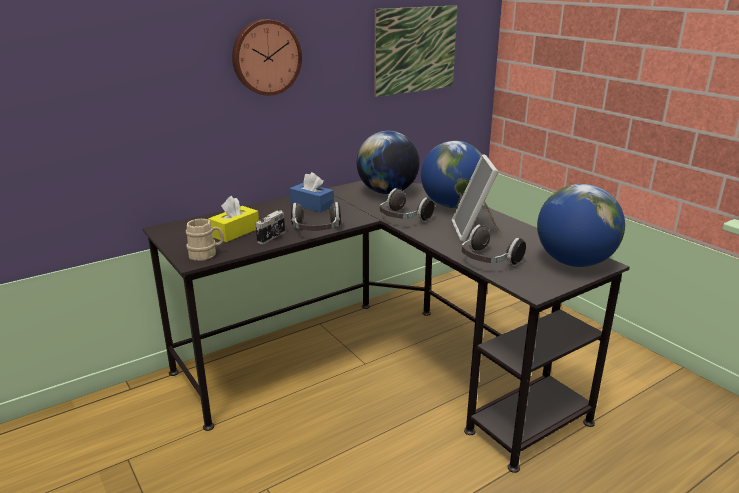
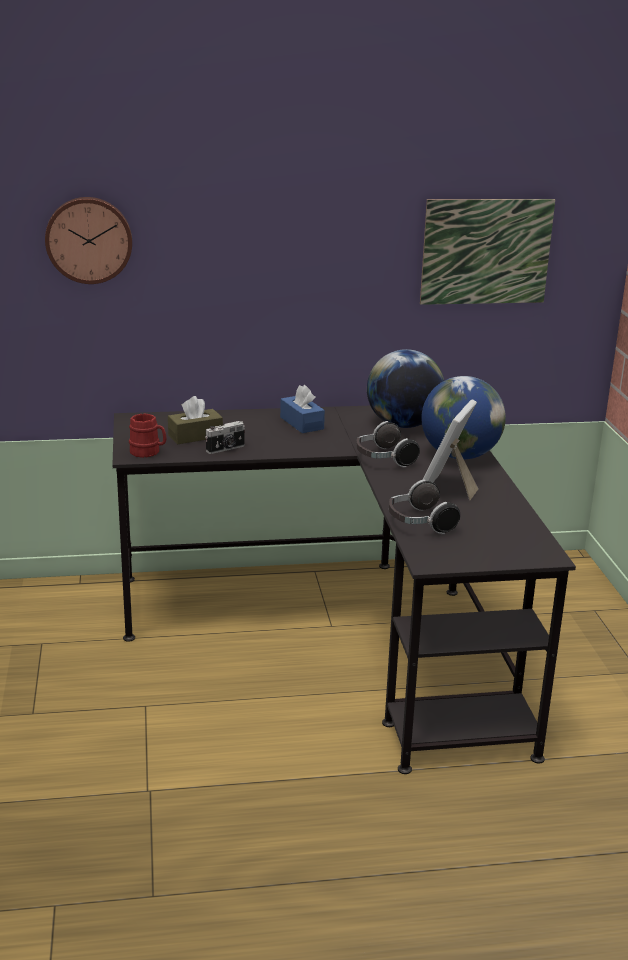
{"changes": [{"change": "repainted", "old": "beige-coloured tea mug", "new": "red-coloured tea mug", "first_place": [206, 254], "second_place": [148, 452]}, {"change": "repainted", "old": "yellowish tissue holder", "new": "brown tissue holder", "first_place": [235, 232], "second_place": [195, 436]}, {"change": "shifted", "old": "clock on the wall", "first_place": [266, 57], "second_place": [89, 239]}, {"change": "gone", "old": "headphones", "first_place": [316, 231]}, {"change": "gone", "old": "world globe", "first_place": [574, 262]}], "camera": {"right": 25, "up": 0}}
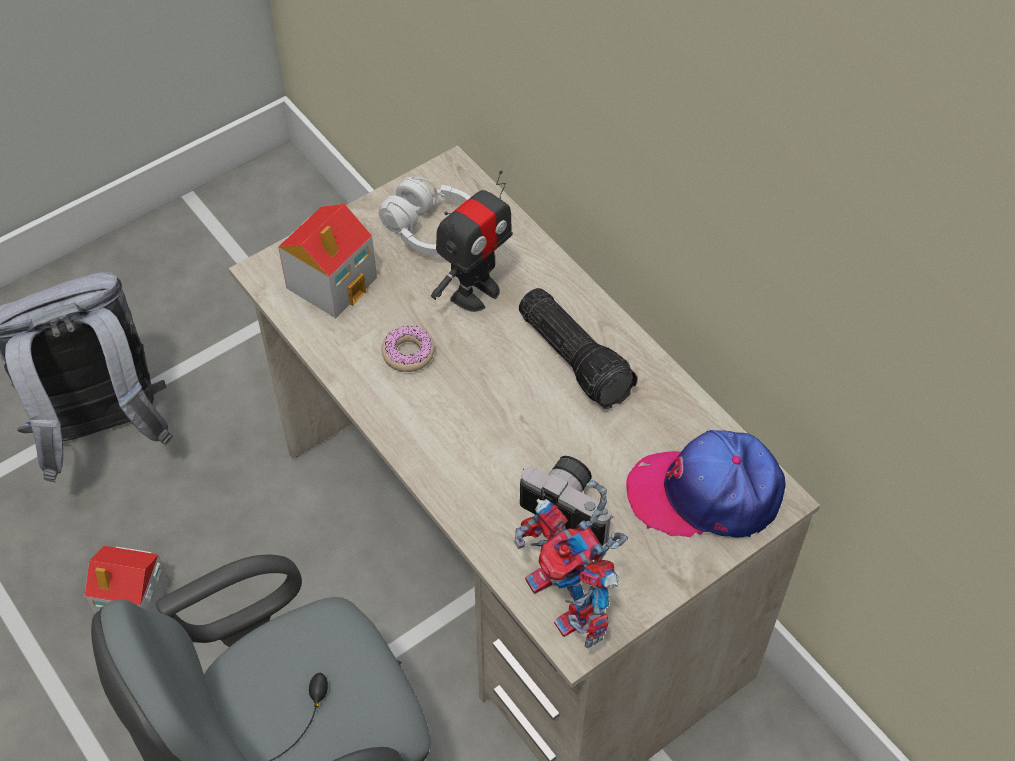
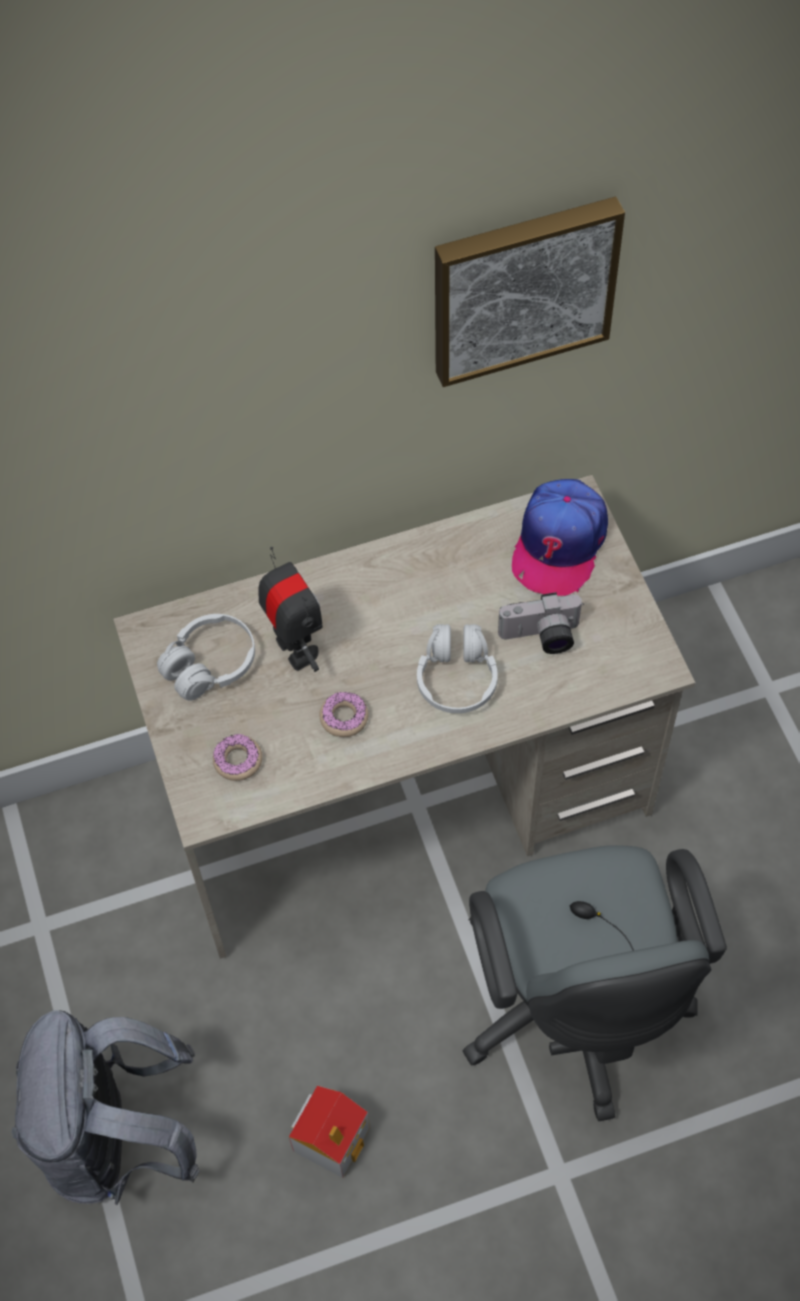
{"changes": [{"change": "swapped", "old": "miniature house", "new": "doughnut", "first_place": [332, 281], "second_place": [238, 760]}, {"change": "gone", "old": "toy robot", "first_place": [573, 601]}, {"change": "gone", "old": "flashlight", "first_place": [576, 358]}, {"change": "rotated", "old": "photo camera", "first_place": [571, 507], "second_place": [541, 638], "degrees": -150}, {"change": "new", "new": "white headphones", "second_place": [457, 678]}, {"change": "new", "new": "wall picture", "second_place": [522, 287]}], "camera": {"right": -70, "up": 5}}
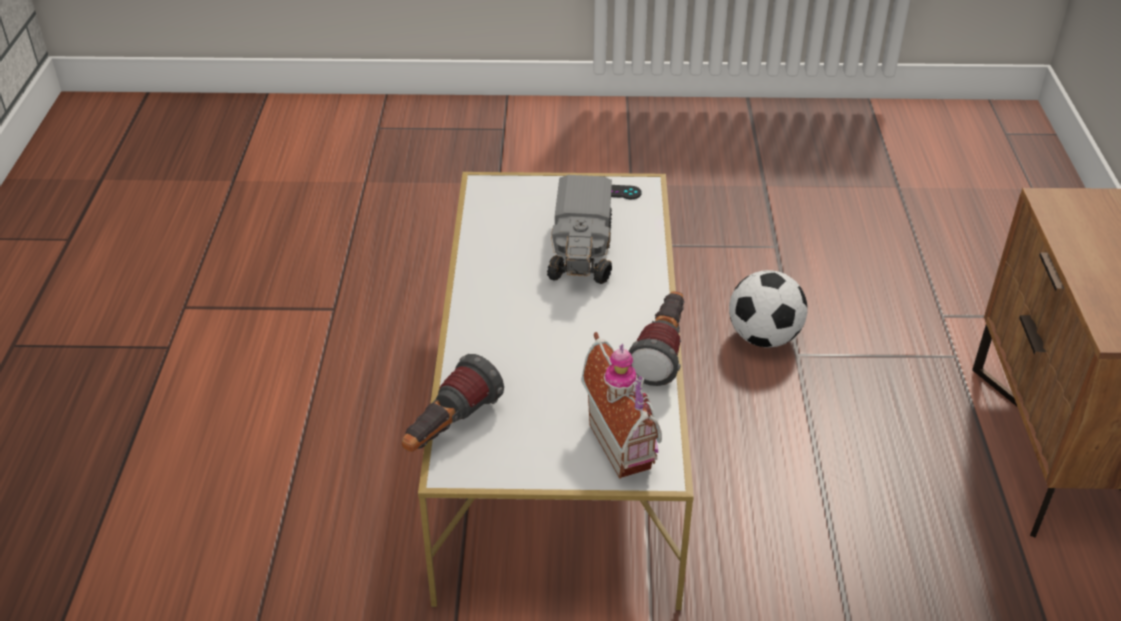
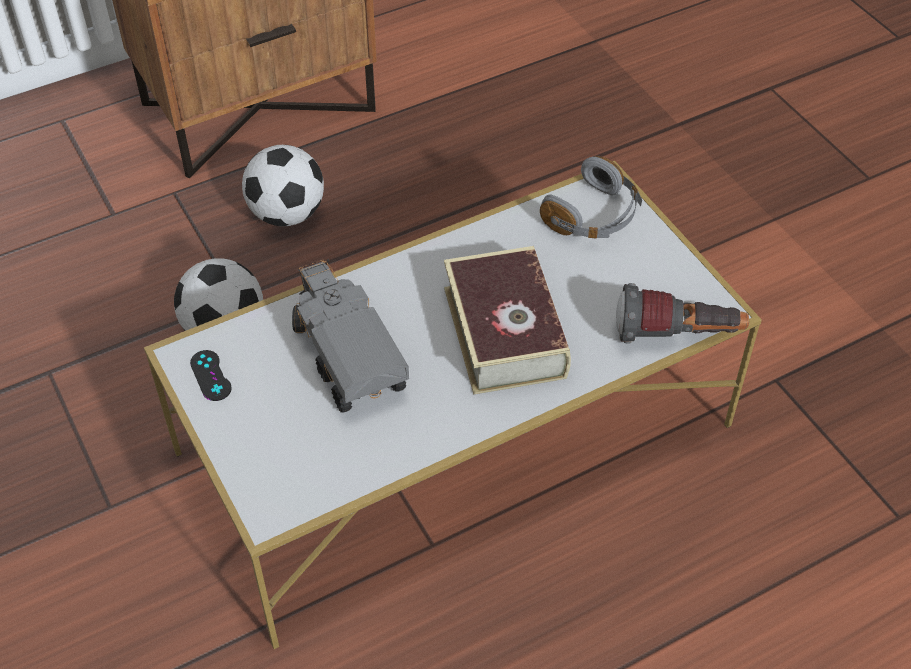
{"changes": [{"change": "rotated", "old": "toy truck", "first_place": [581, 251], "second_place": [347, 357], "degrees": -90}, {"change": "swapped", "old": "miniature house", "new": "greyish headphones", "first_place": [626, 443], "second_place": [593, 216]}, {"change": "gone", "old": "flashlight", "first_place": [662, 351]}, {"change": "new", "new": "football ball", "second_place": [287, 214]}, {"change": "new", "new": "bound book", "second_place": [504, 332]}], "camera": {"right": -120, "up": 10}}
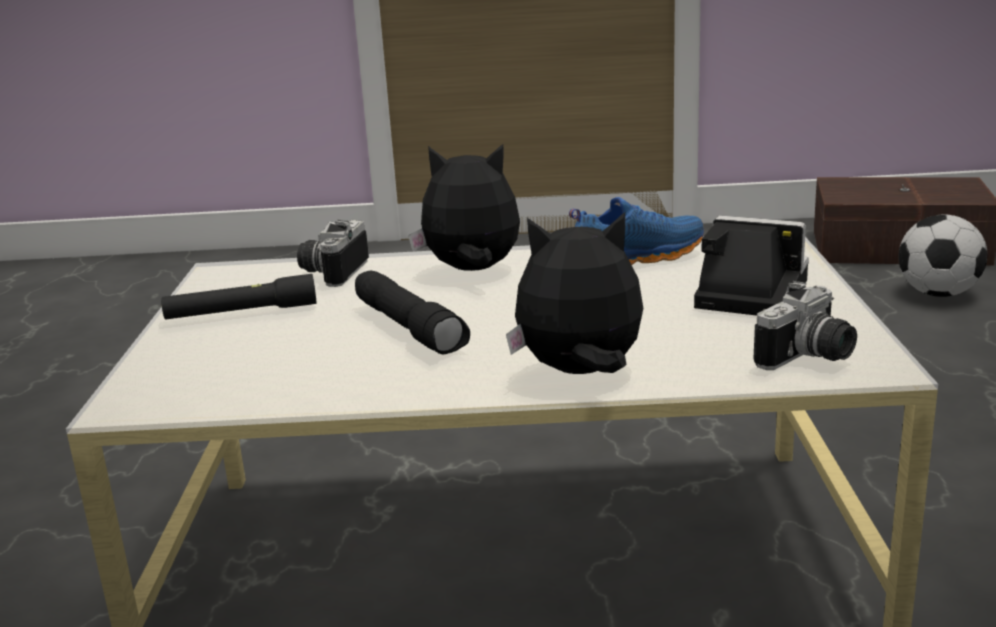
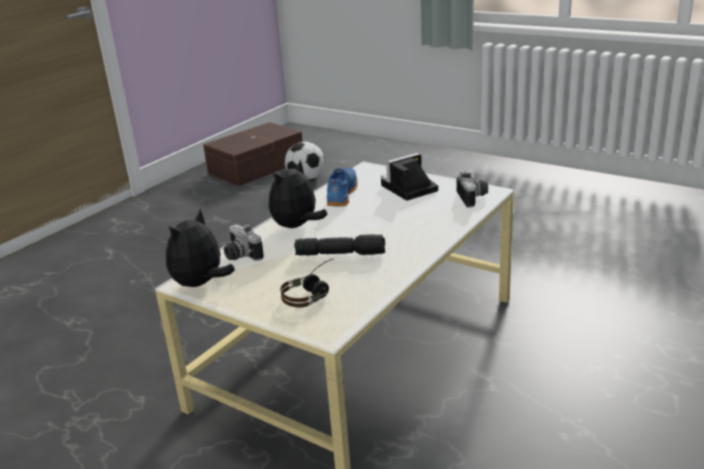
{"changes": [{"change": "gone", "old": "black flashlight", "first_place": [241, 312]}, {"change": "shifted", "old": "plush toy", "first_place": [581, 373], "second_place": [200, 284]}, {"change": "new", "new": "headphones", "second_place": [313, 293]}], "camera": {"right": -55, "up": 5}}
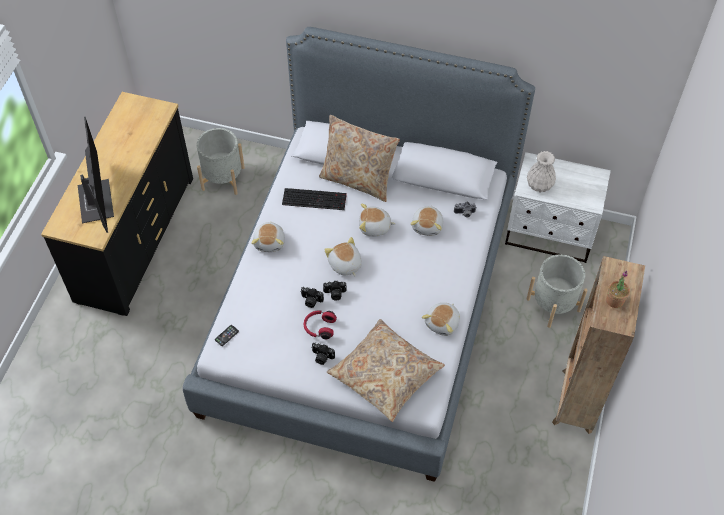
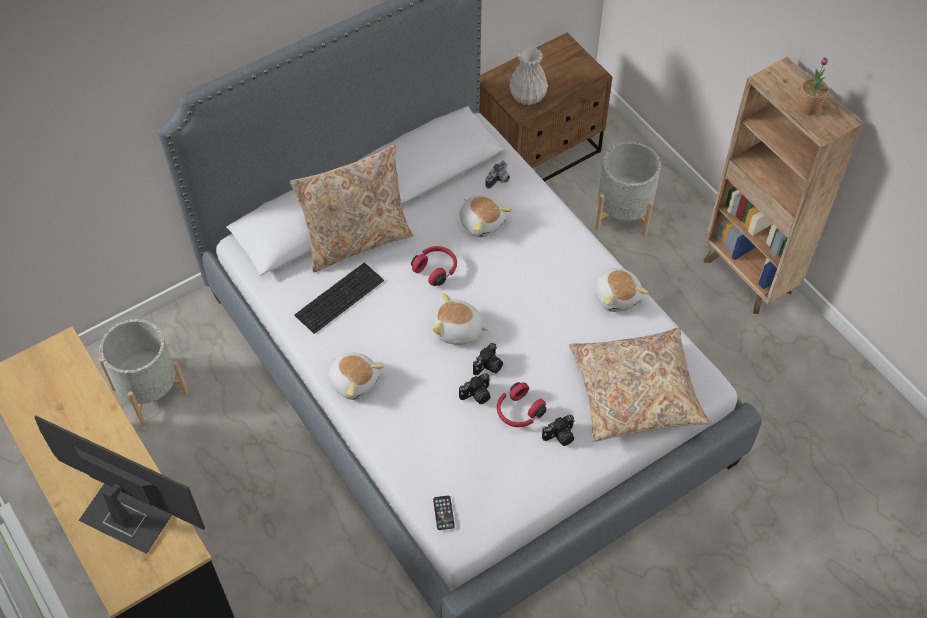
{"changes": [{"change": "swapped", "old": "plush toy", "new": "red-coloured headphones", "first_place": [375, 227], "second_place": [436, 269]}, {"change": "repainted", "old": "white bedside table", "new": "brown bedside table", "first_place": [550, 234], "second_place": [539, 154]}], "camera": {"right": -50, "up": 0}}
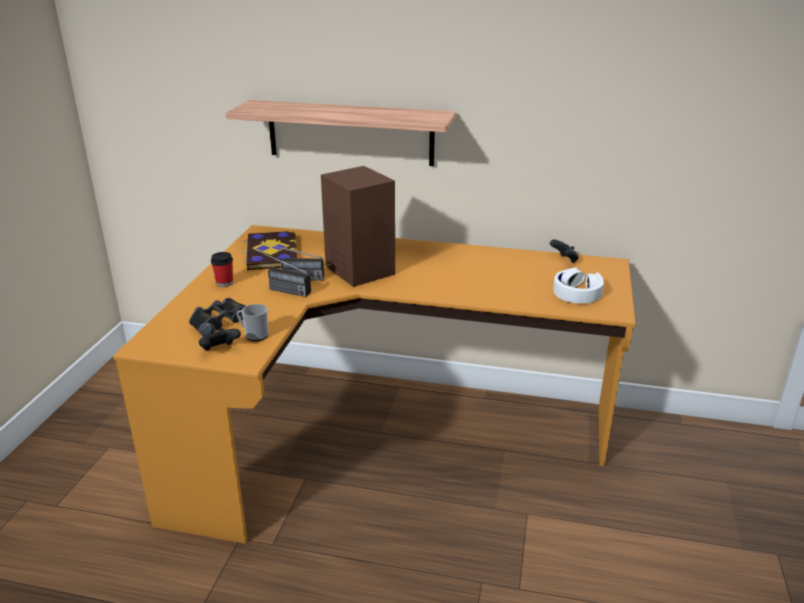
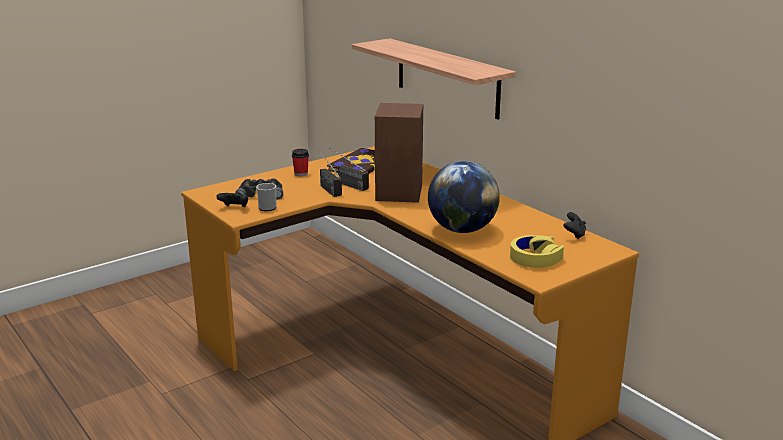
{"changes": [{"change": "repainted", "old": "white headphones", "new": "yellowish headphones", "first_place": [577, 292], "second_place": [535, 258]}, {"change": "new", "new": "world globe", "second_place": [462, 230]}], "camera": {"right": 40, "up": -5}}
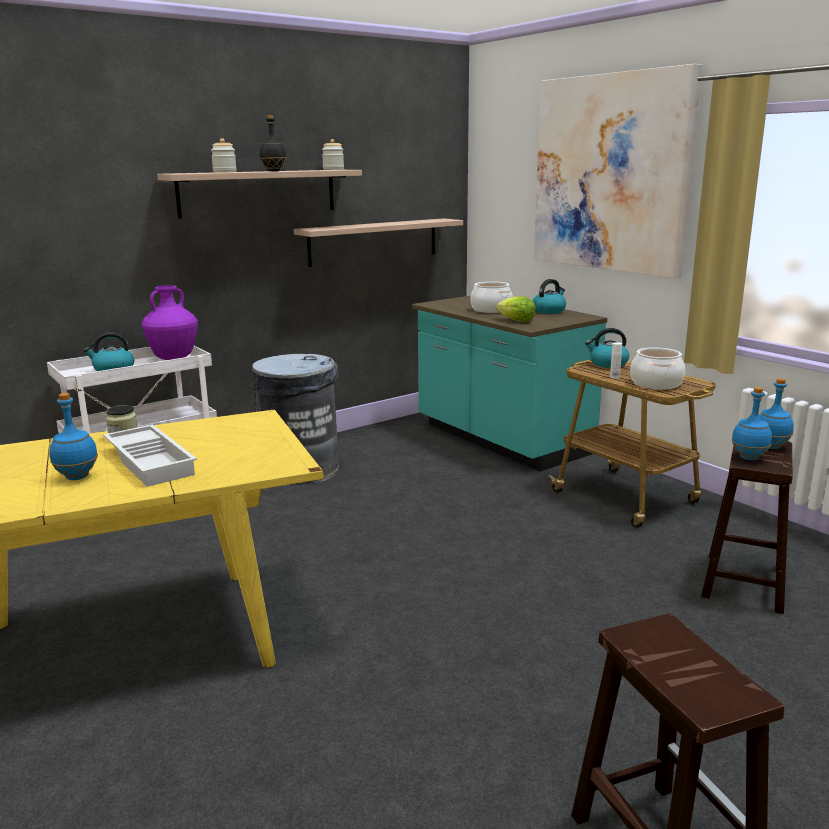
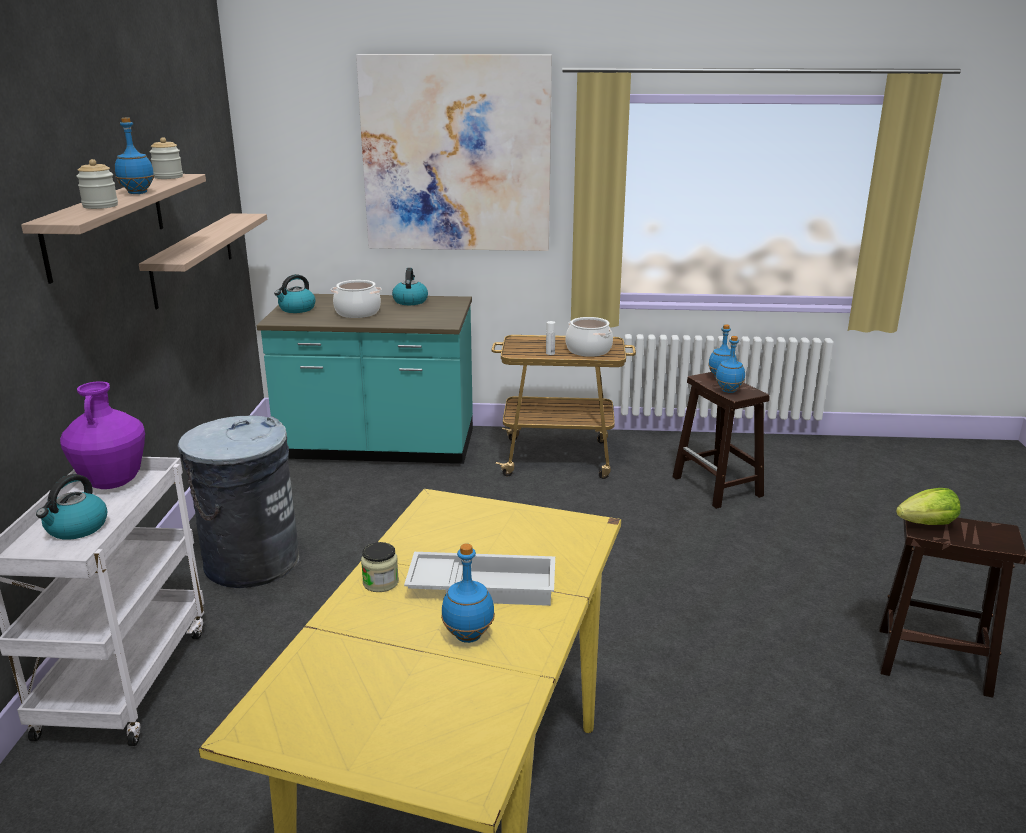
{"changes": [{"change": "repainted", "old": "black beverage bottle", "new": "bluish beverage bottle", "first_place": [274, 171], "second_place": [138, 193]}, {"change": "shifted", "old": "head of lettuce", "first_place": [516, 321], "second_place": [927, 524]}, {"change": "shifted", "old": "kettle", "first_place": [607, 364], "second_place": [296, 309]}], "camera": {"right": -50, "up": 5}}
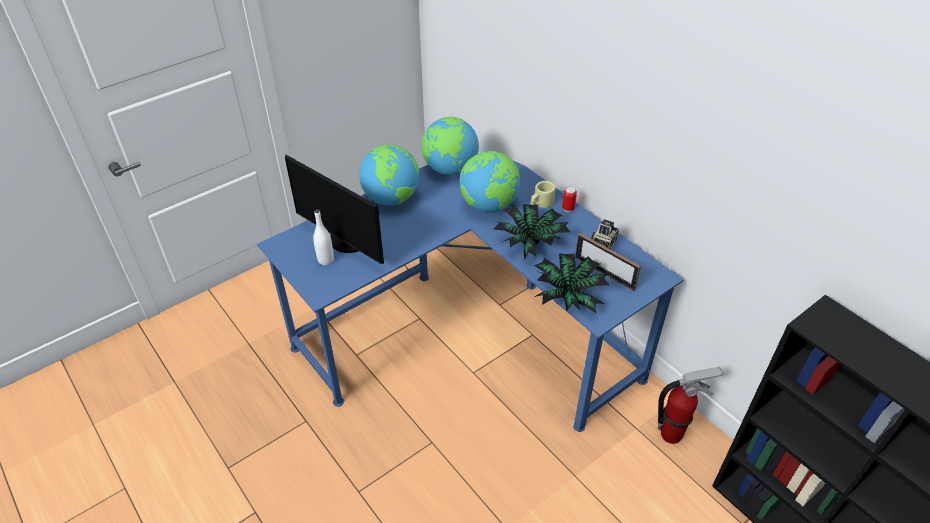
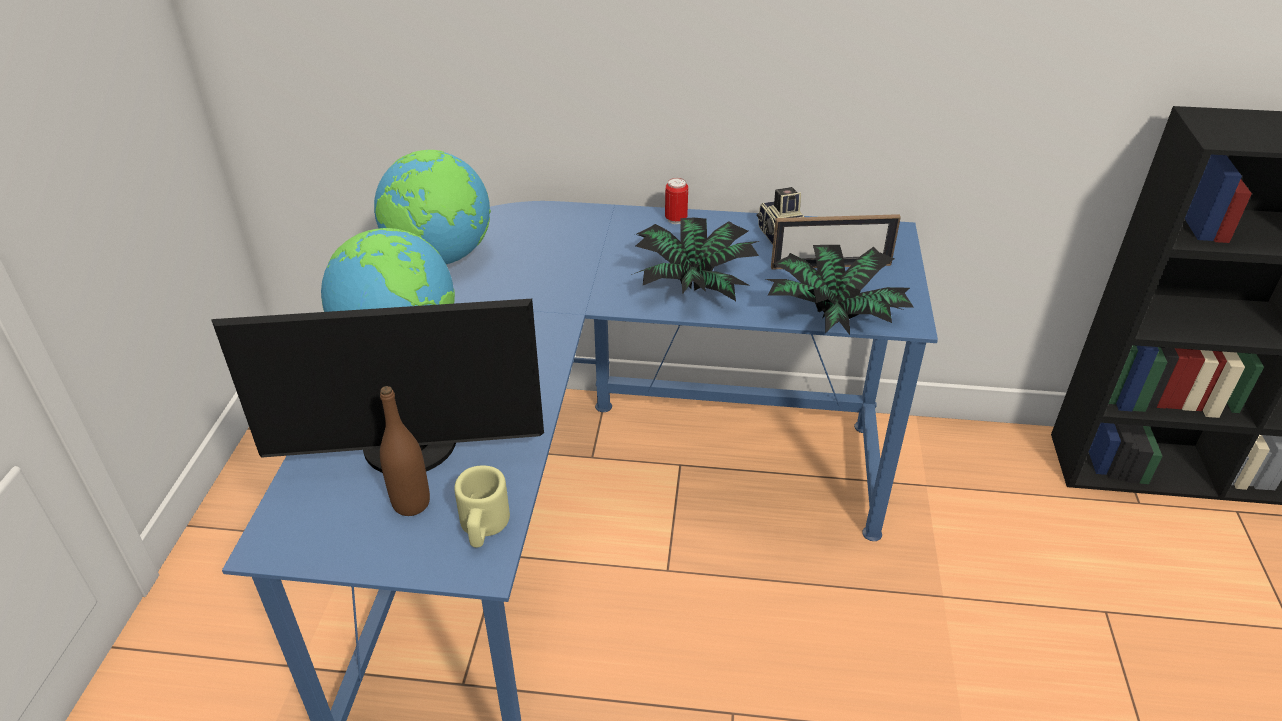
{"changes": [{"change": "repainted", "old": "white beverage bottle", "new": "brown beverage bottle", "first_place": [326, 260], "second_place": [411, 503]}, {"change": "gone", "old": "world globe", "first_place": [489, 205]}, {"change": "shifted", "old": "beige-coloured tea mug", "first_place": [541, 203], "second_place": [483, 526]}, {"change": "gone", "old": "extinguisher", "first_place": [672, 435]}], "camera": {"right": -45, "up": -5}}
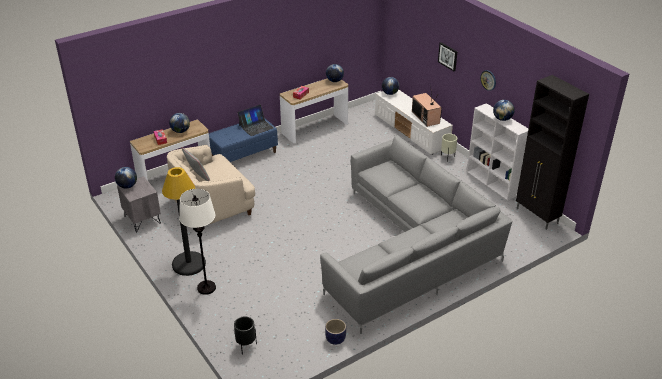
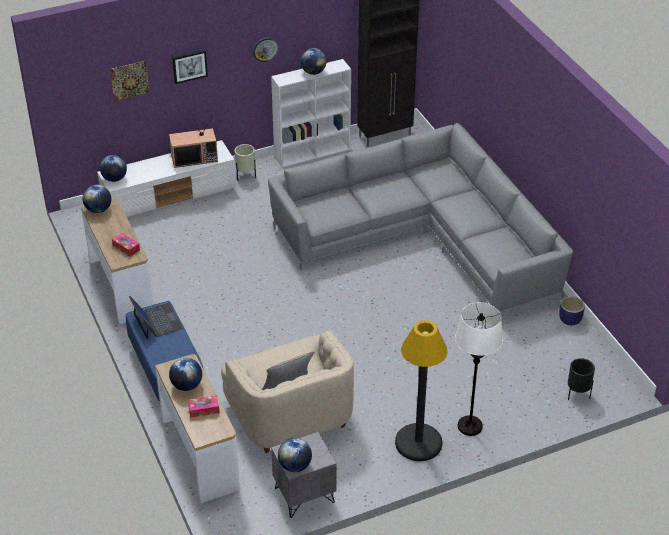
{"changes": [{"change": "new", "new": "wall picture", "second_place": [129, 80]}], "camera": {"right": -80, "up": 5}}
